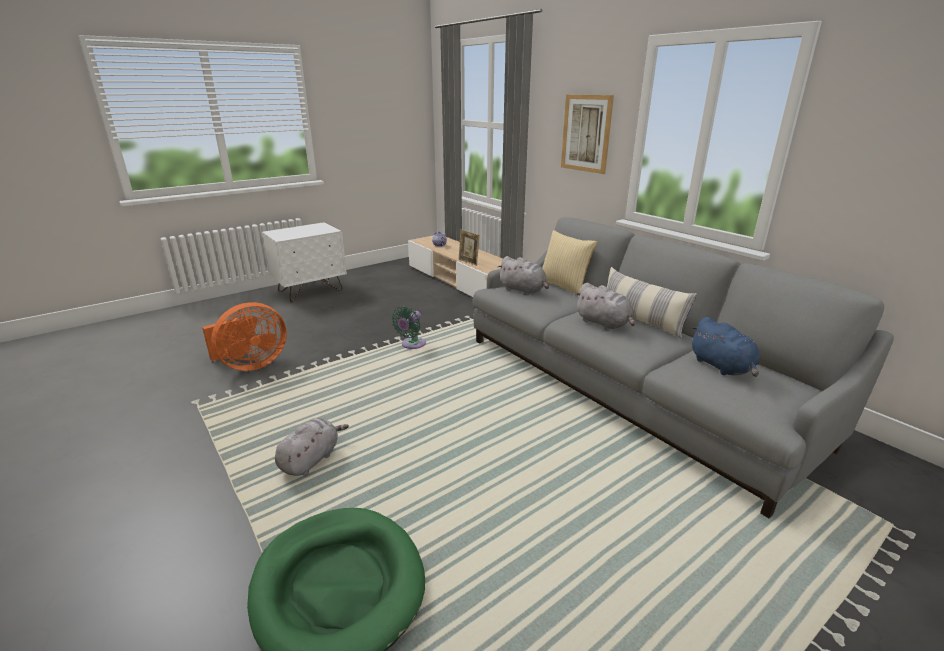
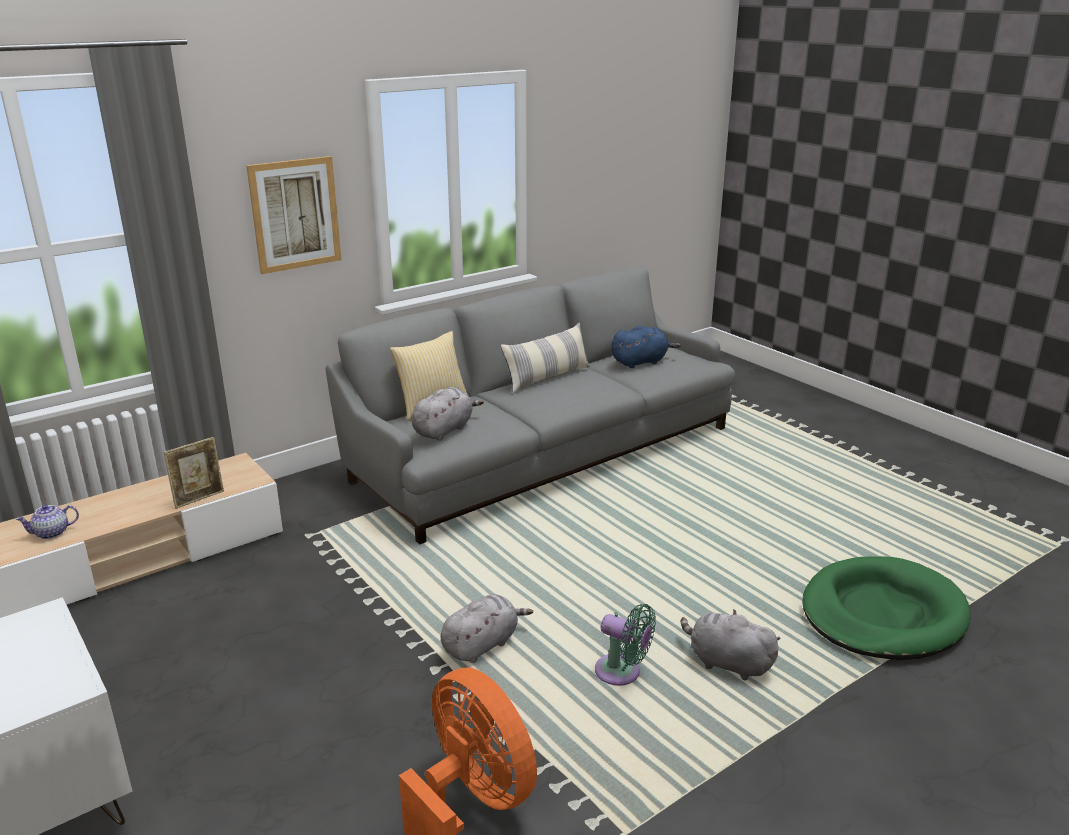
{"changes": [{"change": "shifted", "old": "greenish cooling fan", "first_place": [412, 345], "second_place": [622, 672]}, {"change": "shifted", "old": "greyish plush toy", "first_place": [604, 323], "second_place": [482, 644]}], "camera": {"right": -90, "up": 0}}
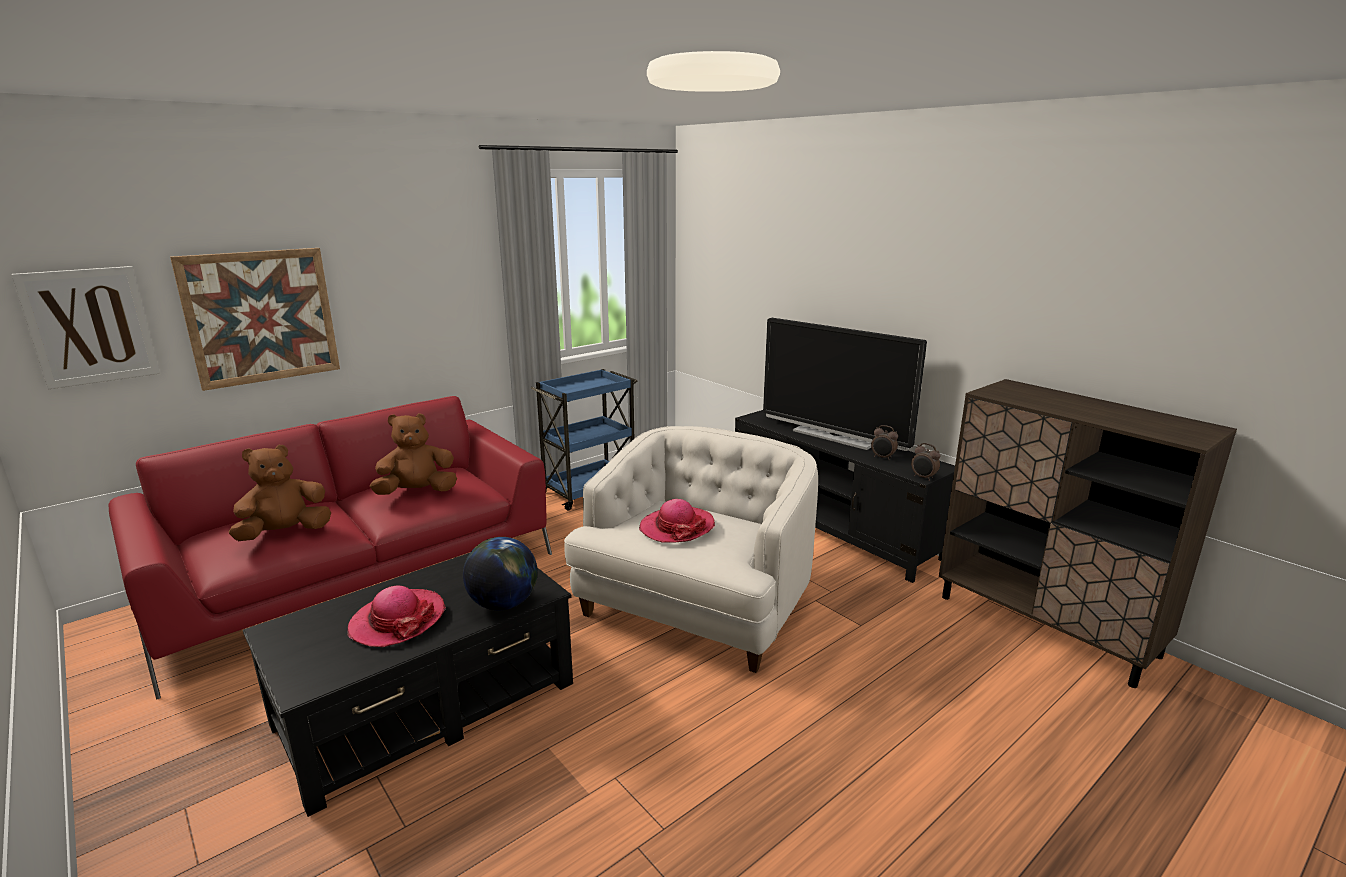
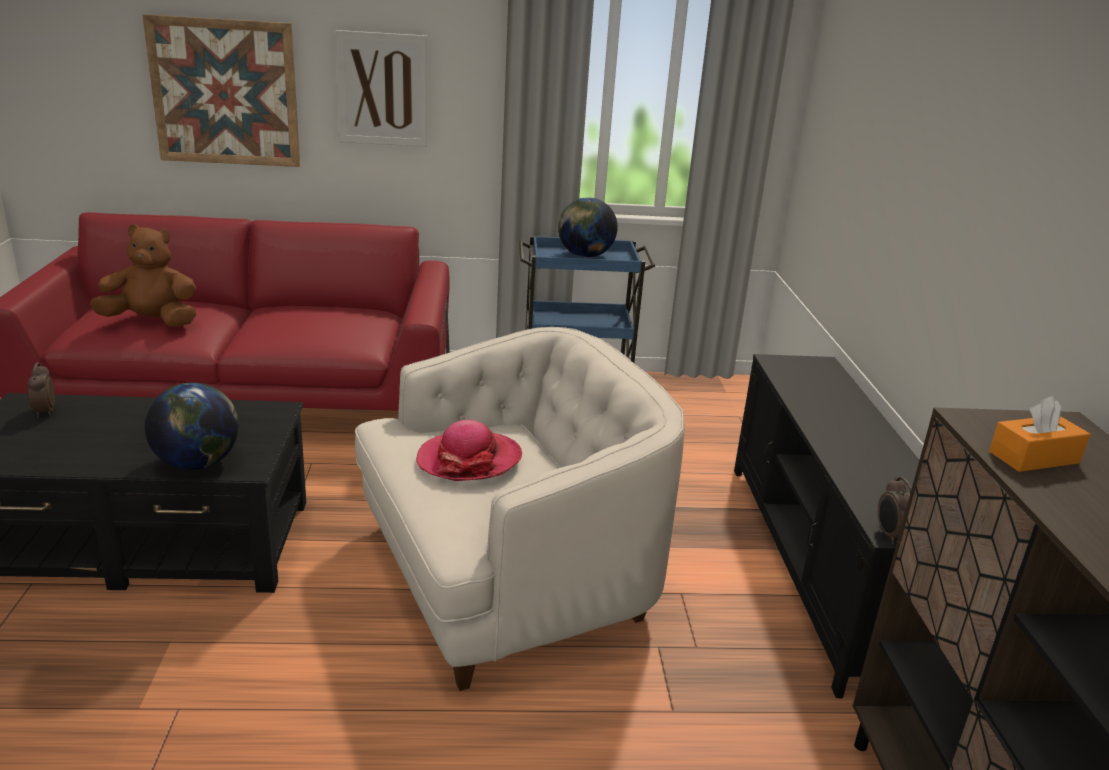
{"changes": [{"change": "shifted", "old": "wall picture", "first_place": [90, 326], "second_place": [382, 89]}, {"change": "gone", "old": "wearable hat", "first_place": [397, 620]}, {"change": "gone", "old": "brown plush toy", "first_place": [417, 492]}, {"change": "gone", "old": "TV set", "first_place": [834, 436]}, {"change": "shifted", "old": "table clock", "first_place": [882, 457], "second_place": [44, 412]}, {"change": "new", "new": "world globe", "second_place": [585, 256]}, {"change": "new", "new": "orangey tissue holder", "second_place": [1034, 457]}], "camera": {"right": 35, "up": 5}}
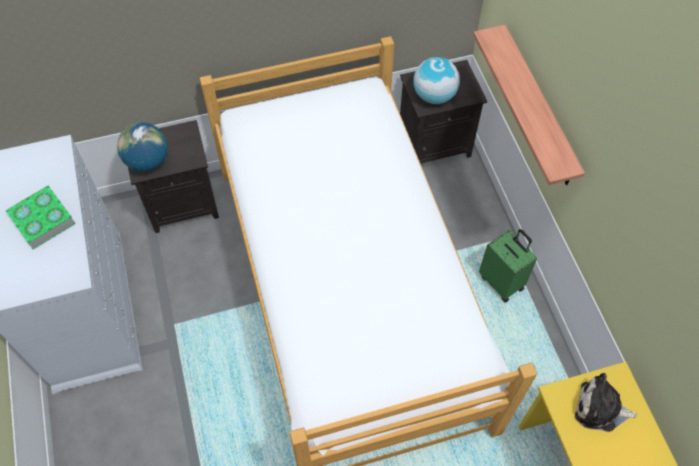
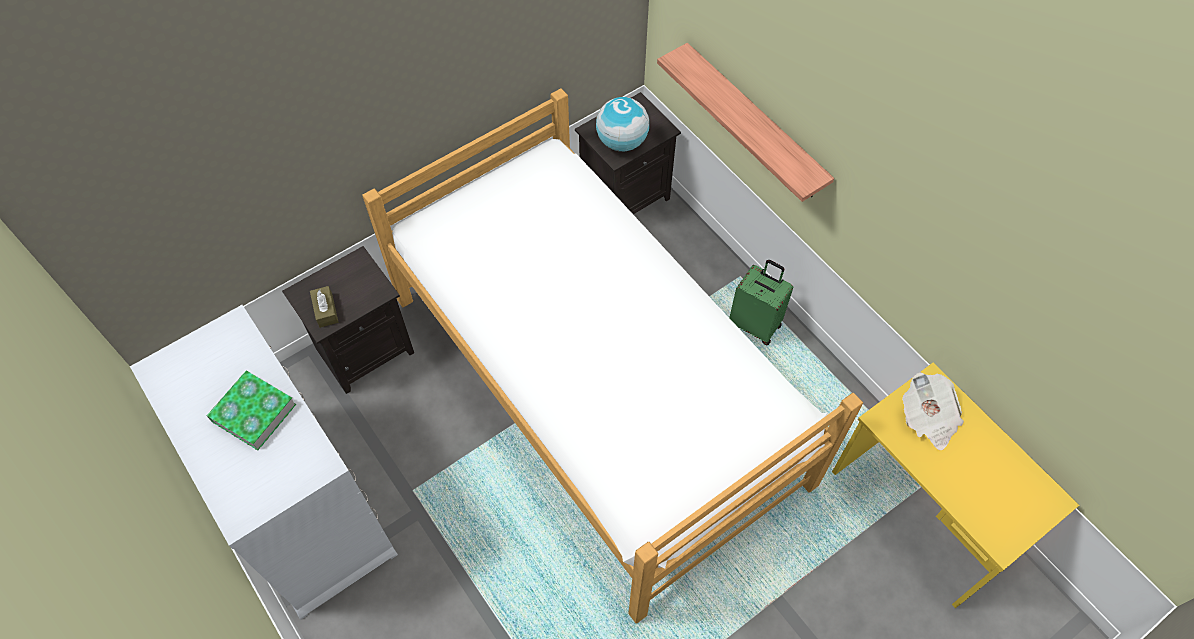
{"changes": [{"change": "swapped", "old": "world globe", "new": "brown tissue holder", "first_place": [147, 161], "second_place": [326, 310]}, {"change": "swapped", "old": "plush toy", "new": "printed paper", "first_place": [600, 408], "second_place": [928, 418]}], "camera": {"right": -20, "up": 0}}
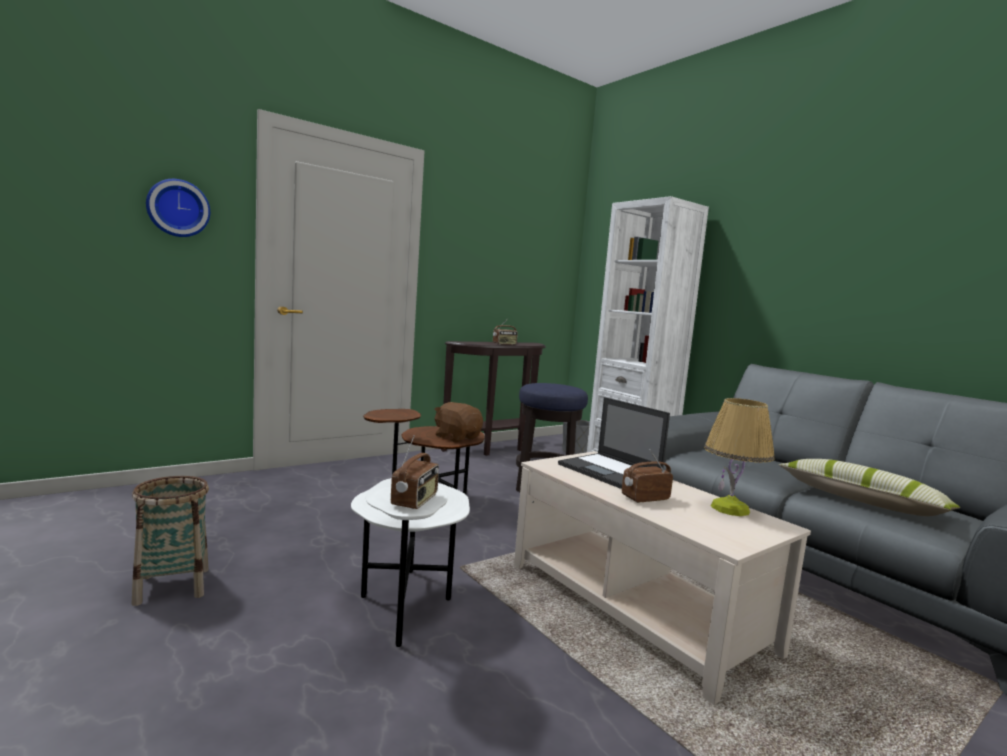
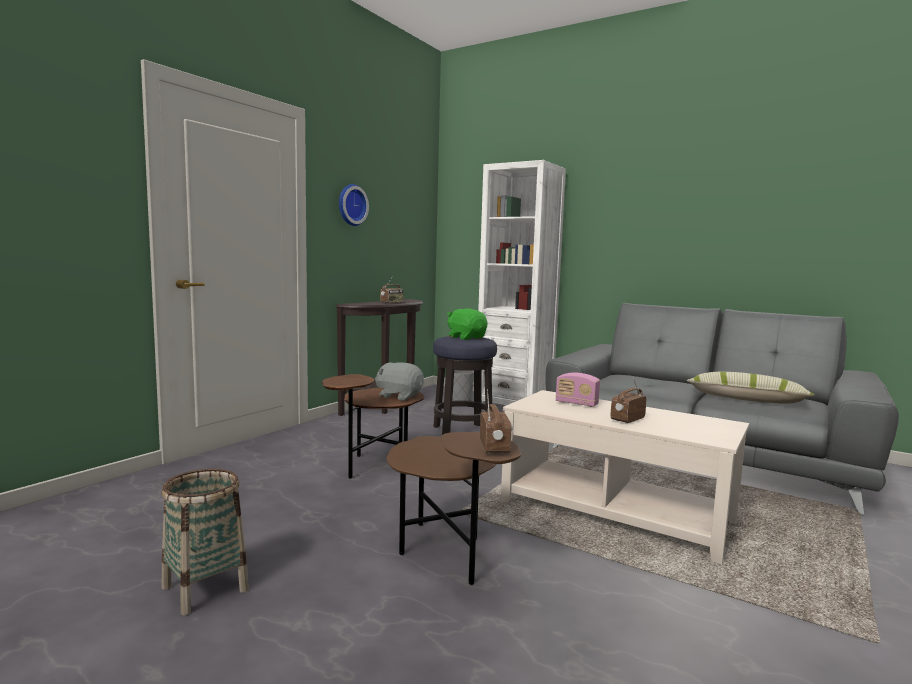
{"changes": [{"change": "shifted", "old": "clock on the wall", "first_place": [178, 208], "second_place": [350, 205]}, {"change": "repainted", "old": "white side table", "new": "brown side table", "first_place": [405, 608], "second_place": [447, 554]}, {"change": "repainted", "old": "brown plush toy", "new": "greyish plush toy", "first_place": [457, 437], "second_place": [399, 396]}, {"change": "swapped", "old": "laptop", "new": "radio set", "first_place": [610, 471], "second_place": [576, 403]}, {"change": "gone", "old": "tabletop lamp", "first_place": [730, 508]}, {"change": "new", "new": "greenish plush toy", "second_place": [466, 337]}], "camera": {"right": -20, "up": 0}}
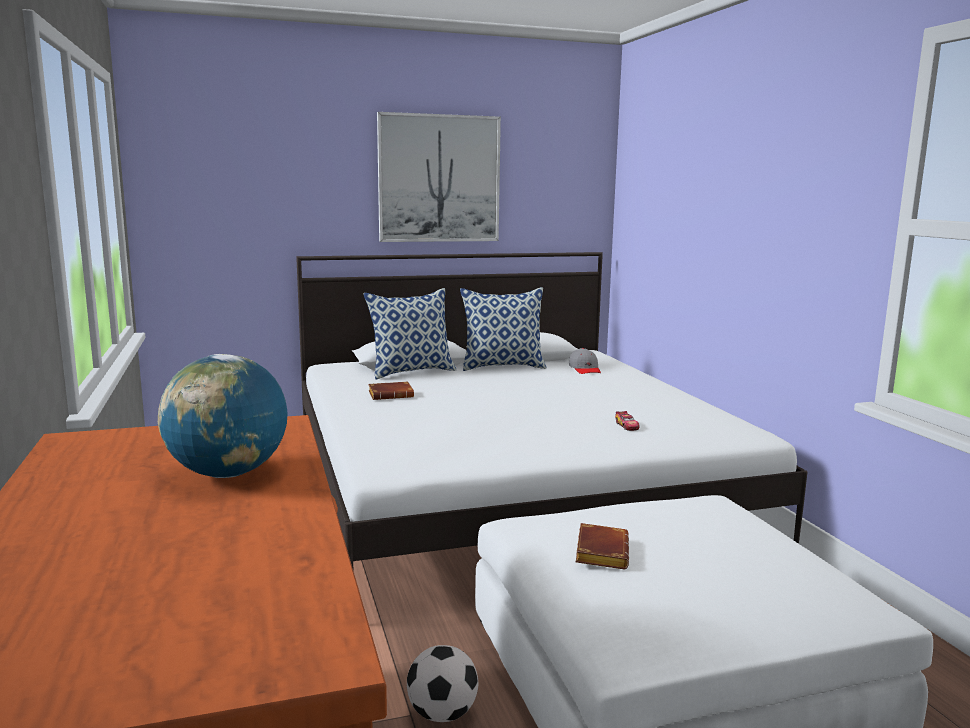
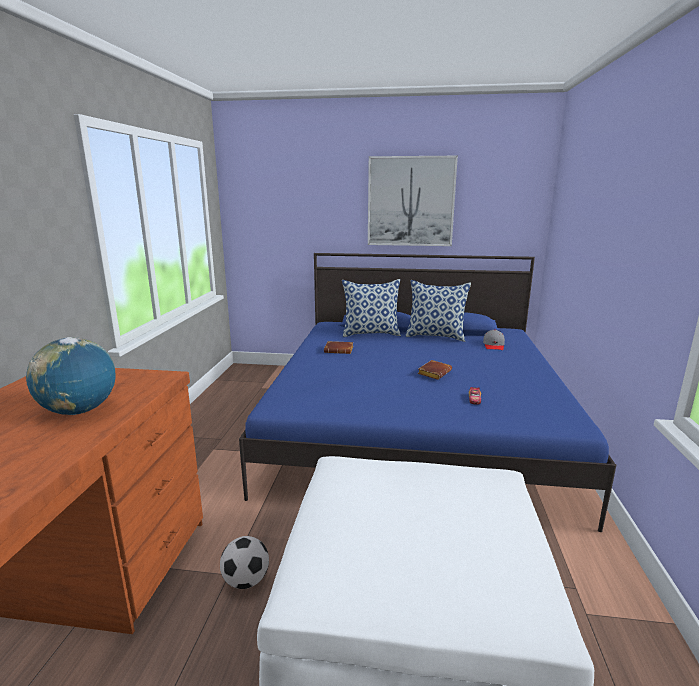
{"changes": [{"change": "repainted", "old": "white bedroom bed", "new": "bluish bedroom bed", "first_place": [509, 490], "second_place": [415, 424]}, {"change": "shifted", "old": "brown bound book", "first_place": [599, 552], "second_place": [434, 372]}], "camera": {"right": 25, "up": 5}}
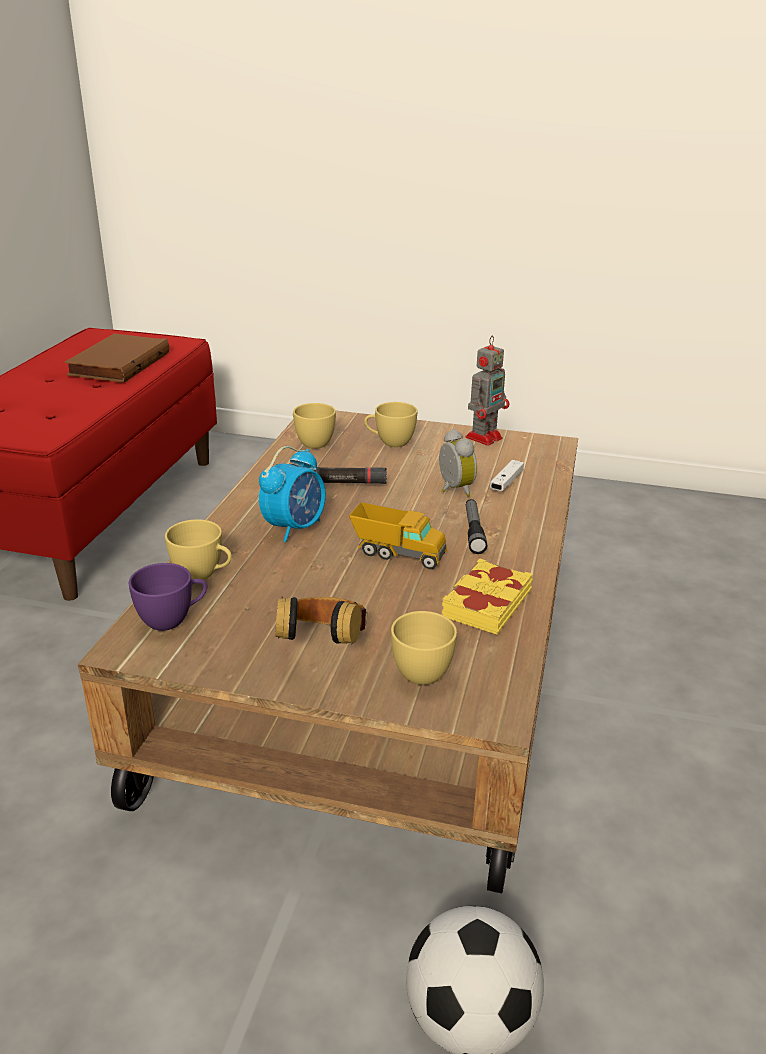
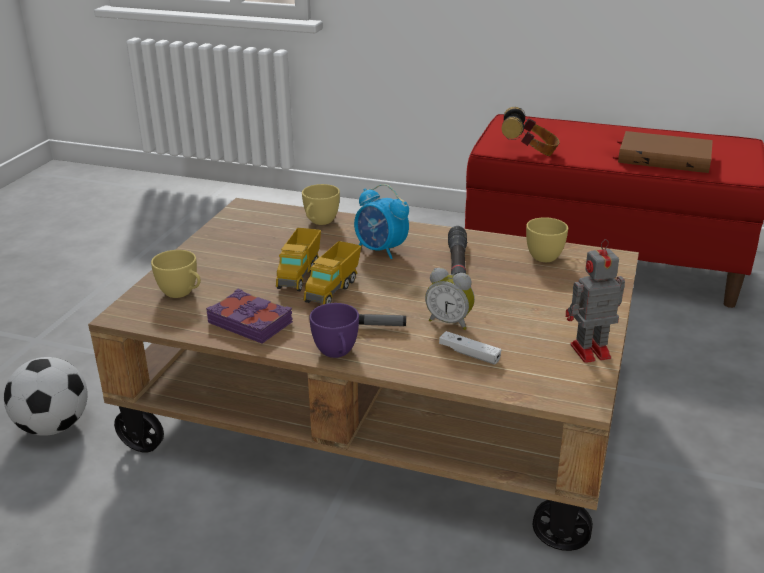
{"changes": [{"change": "shifted", "old": "purple small cup", "first_place": [173, 619], "second_place": [337, 353]}, {"change": "shifted", "old": "headphones", "first_place": [323, 647], "second_place": [529, 153]}, {"change": "gone", "old": "yellowish small cup", "first_place": [390, 442]}, {"change": "rotated", "old": "table clock", "first_place": [453, 490], "second_place": [450, 322], "degrees": 45}, {"change": "repainted", "old": "yellowish bound book", "new": "purple bound book", "first_place": [485, 603], "second_place": [251, 322]}, {"change": "rotated", "old": "toy robot", "first_place": [485, 437], "second_place": [588, 351], "degrees": 120}, {"change": "new", "new": "toy truck", "second_place": [299, 274]}], "camera": {"right": 95, "up": 0}}
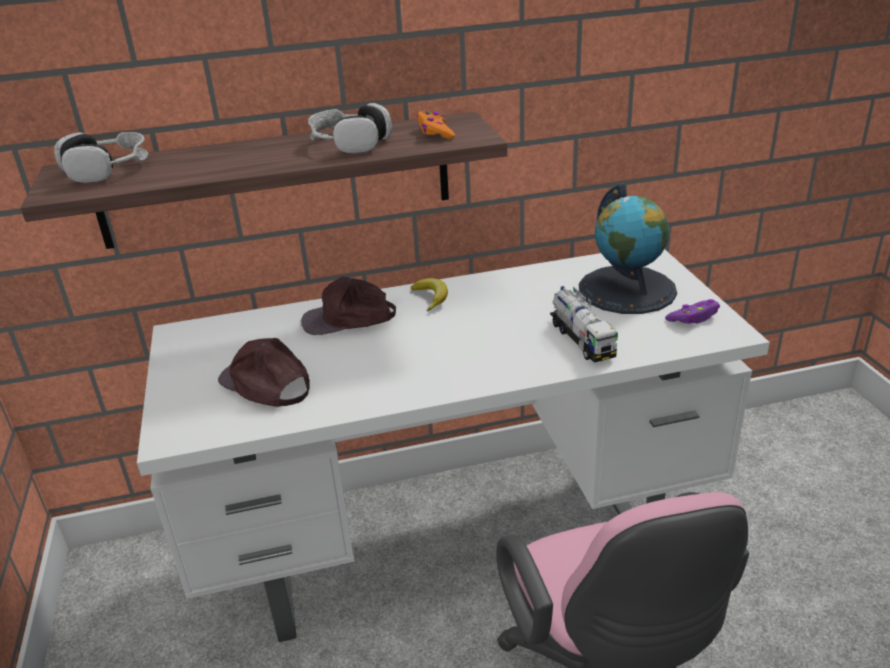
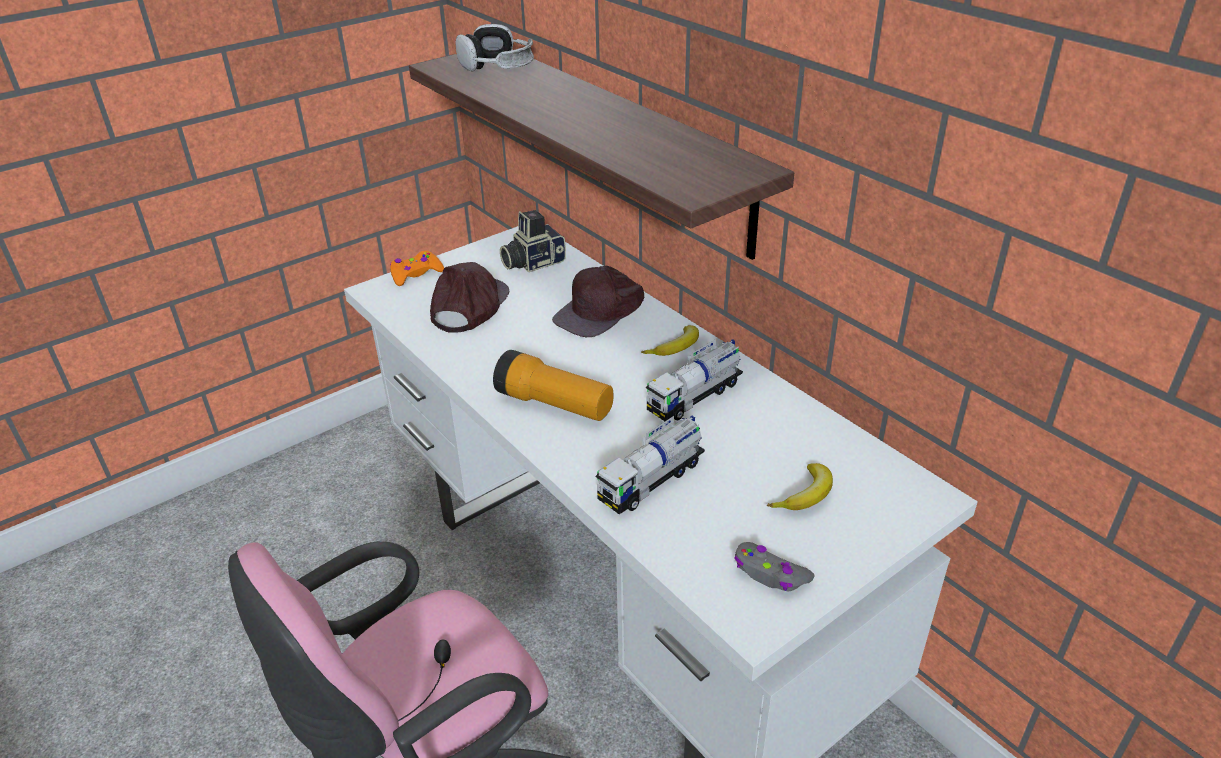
{"changes": [{"change": "rotated", "old": "brown cap", "first_place": [348, 319], "second_place": [601, 311], "degrees": -105}, {"change": "gone", "old": "headphones", "first_place": [350, 143]}, {"change": "shifted", "old": "orangey joypad", "first_place": [435, 132], "second_place": [416, 274]}, {"change": "swapped", "old": "world globe", "new": "banana fruit", "first_place": [627, 289], "second_place": [806, 495]}, {"change": "repainted", "old": "purple joypad", "new": "greyish joypad", "first_place": [693, 318], "second_place": [770, 574]}, {"change": "new", "new": "flashlight", "second_place": [554, 404]}, {"change": "new", "new": "photo camera", "second_place": [532, 262]}, {"change": "new", "new": "toy truck", "second_place": [695, 396]}], "camera": {"right": 65, "up": 5}}
